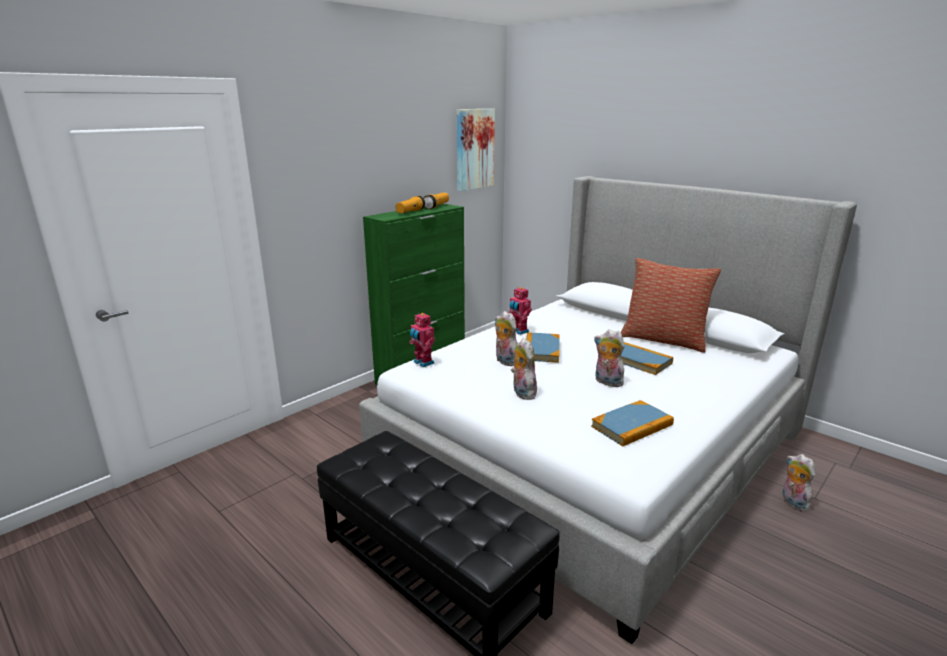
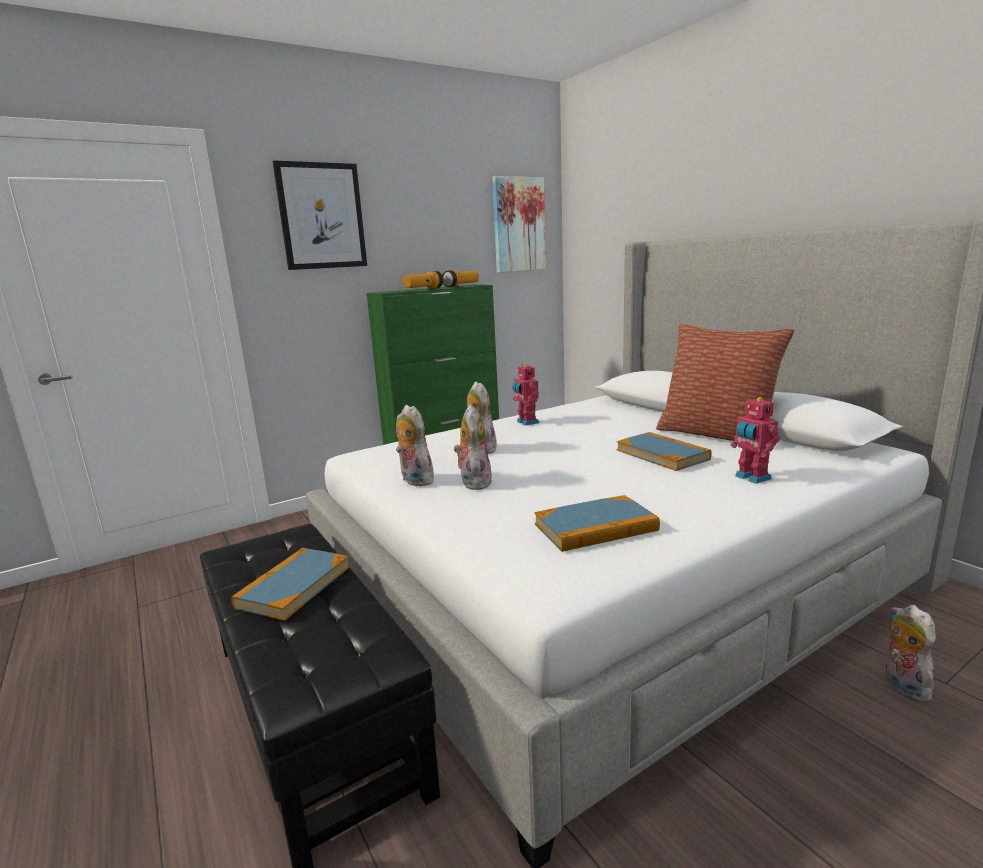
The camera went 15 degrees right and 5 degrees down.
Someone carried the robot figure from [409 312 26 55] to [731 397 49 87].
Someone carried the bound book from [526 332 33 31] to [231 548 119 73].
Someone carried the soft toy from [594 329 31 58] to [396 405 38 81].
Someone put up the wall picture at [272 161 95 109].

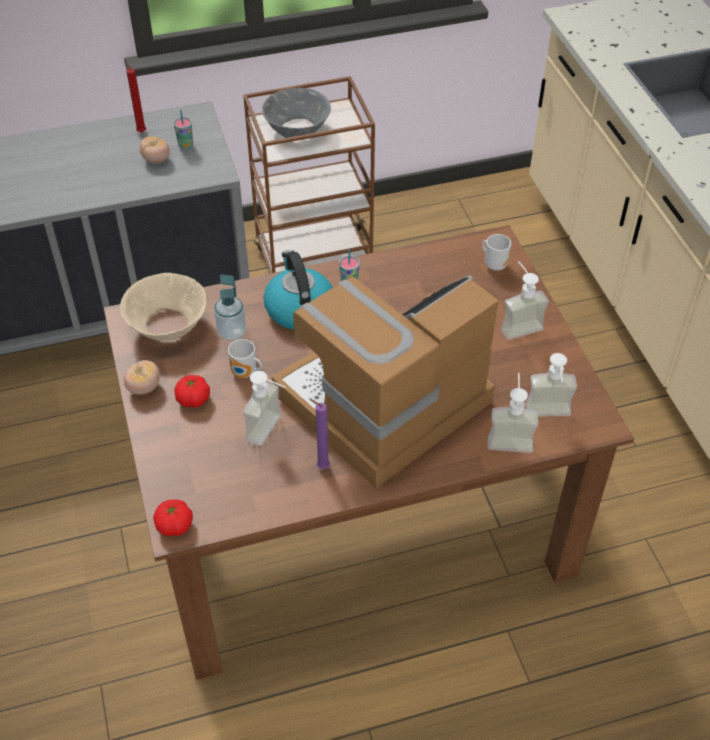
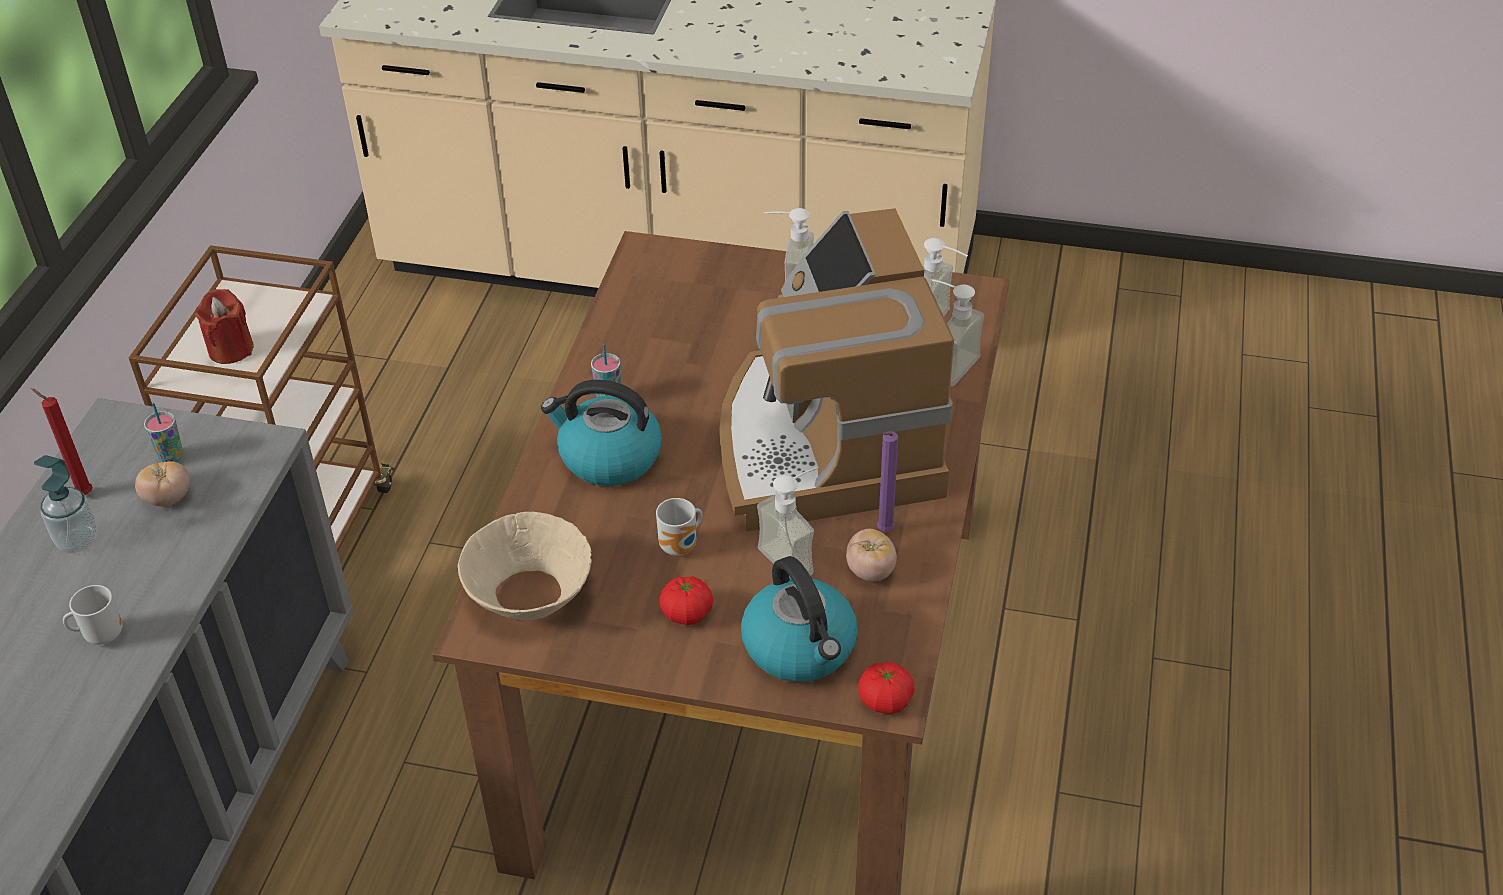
The camera went 60 degrees left and 5 degrees down.
Someone carried the fresh tomato from [124 360 36 35] to [846 529 51 53].
Someone carried the liquid soap bottle from [214 274 32 66] to [34 455 64 98].
Someone swapped the greyish bowl at [262 88 69 50] for the red-coloured wax candle at [195 289 59 75].
Someone carried the tea mug from [482 234 29 37] to [63 585 59 60].
Someone put down the tea kettle at [741 556 117 126].

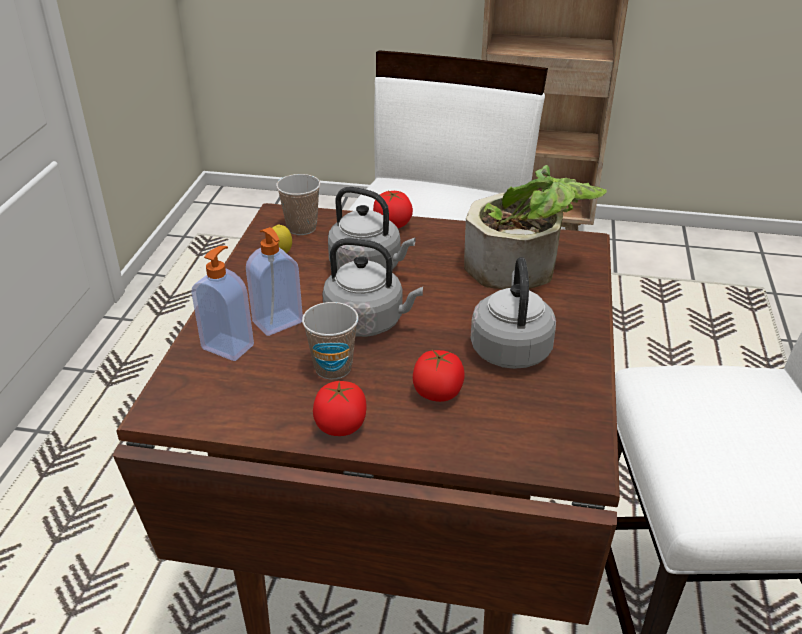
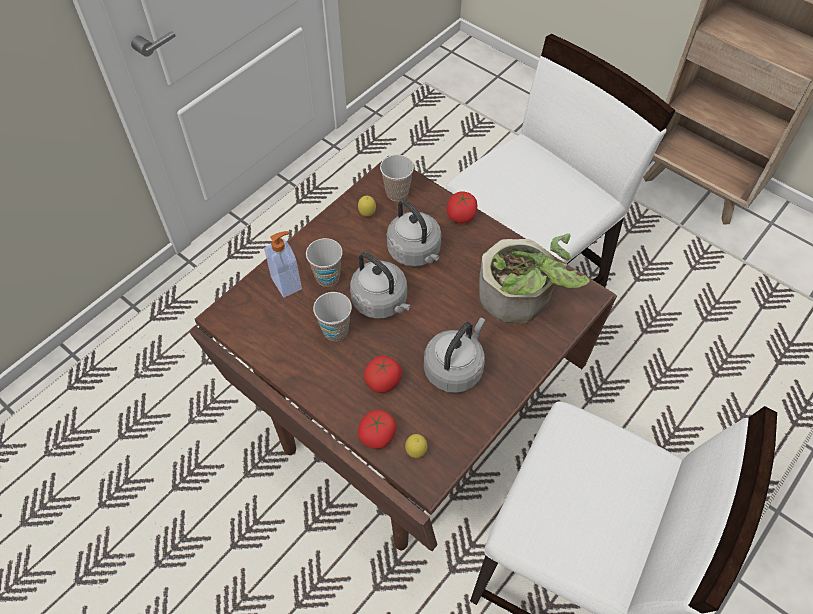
The camera went 30 degrees right and 20 degrees up.
Someone swapped the liquid soap bottle at [246 227 57 109] for the drinking cup at [306 238 37 49].
Someone carried the fresh tomato from [313 381 54 55] to [358 409 39 40].
Someone put down the lemon at [405 434 22 24].

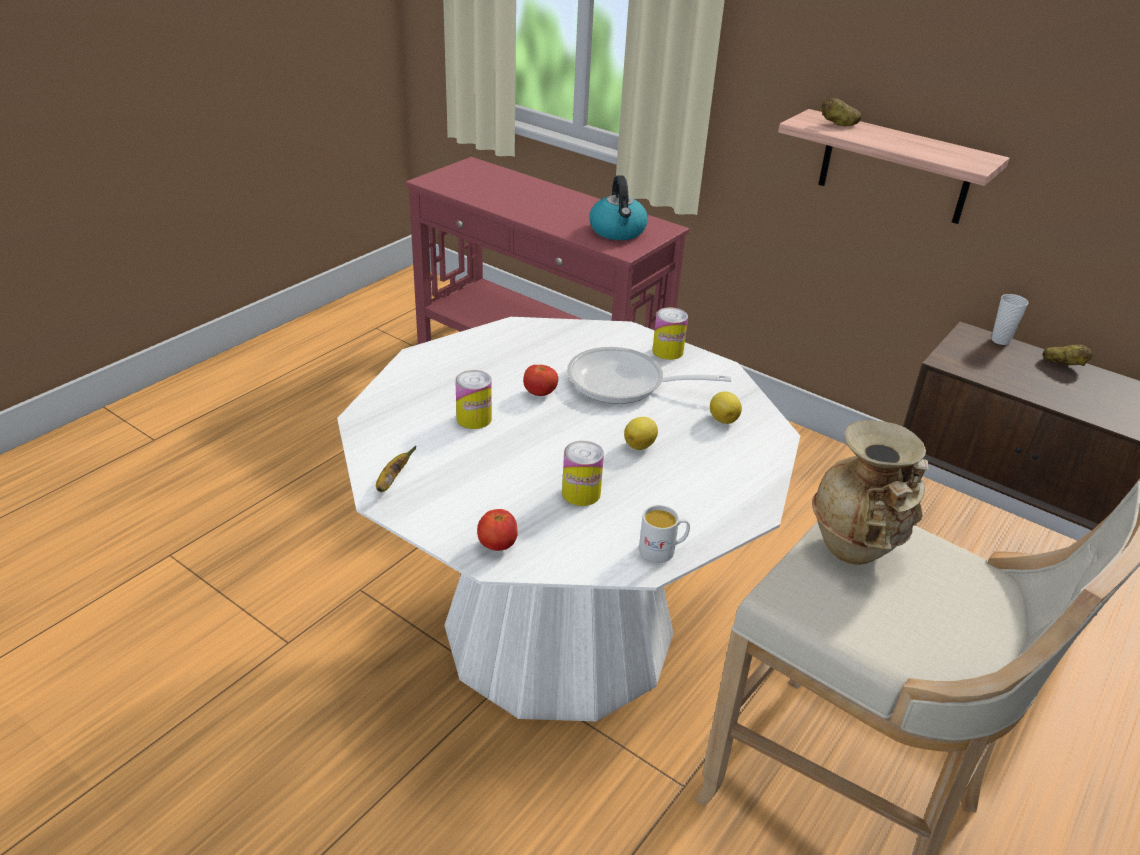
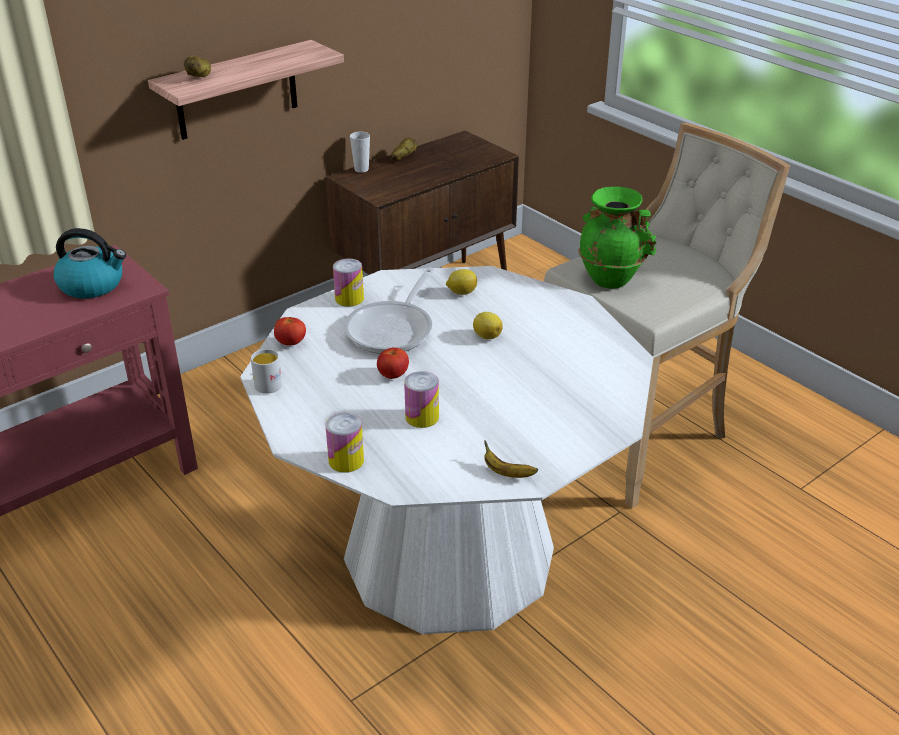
The camera went 75 degrees left and 0 degrees up.
Someone carried the fresh tomato from [477 509 41 42] to [274 317 32 28].
Someone carried the can from [562 441 42 65] to [325 413 39 60].
Someone carried the whitish tea mug from [639 505 51 58] to [251 349 31 45].
Someone repainted the sand-coloured flower vase at [812 420 117 145], which became the green-coloured flower vase at [578 187 78 102].

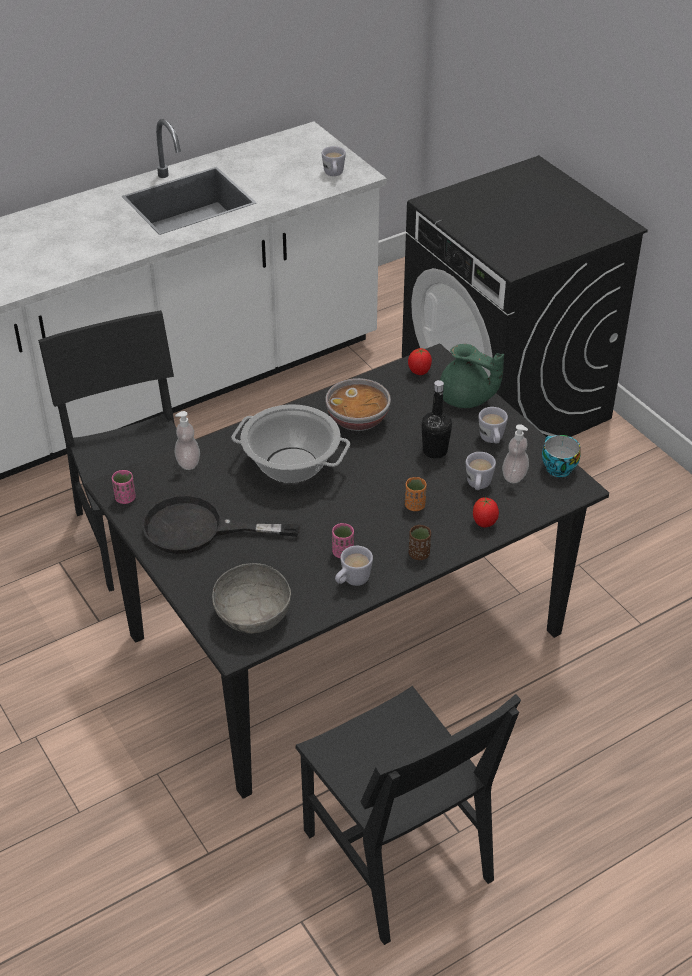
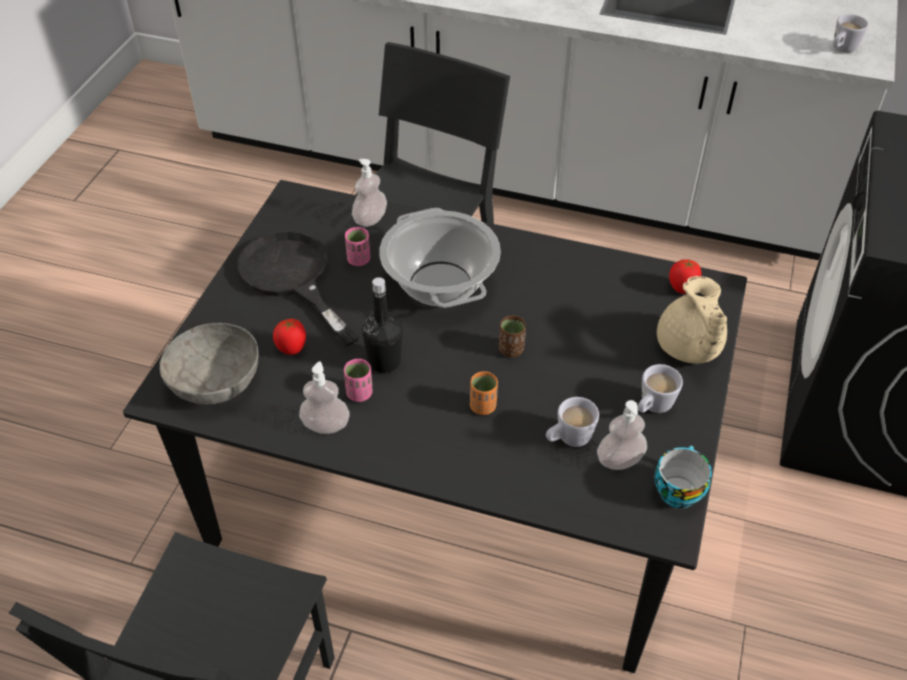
The camera went 50 degrees right and 5 degrees up.
Someone carried the pink drinking cup from [112 470 24 34] to [345 227 25 39].
Someone took away the bowl at [325 378 66 53].
Someone swapped the whitish tea mug at [335 546 38 40] for the liquid soap bottle at [299 362 51 72].
Someone carried the brown-coloured drinking cup from [409 525 22 35] to [499 315 27 42].
Someone carried the blackish bottle from [421 380 31 79] to [362 277 41 96].
Someone repainted the green-coloured teapot at [440 344 64 64], which became the sand-coloured teapot at [657 276 70 88].
Someone carried the fresh tomato from [473 497 26 30] to [273 319 33 36].

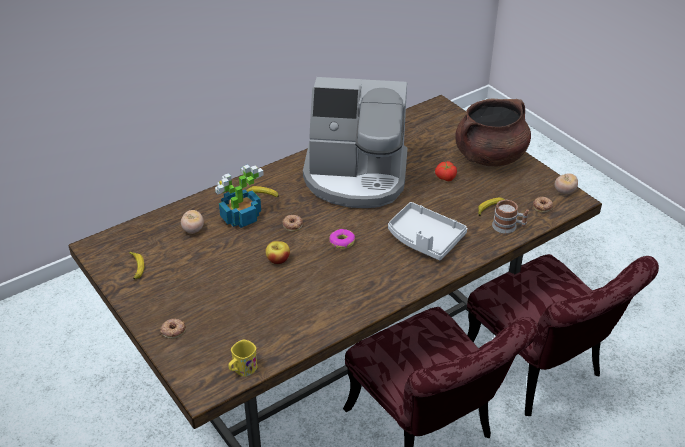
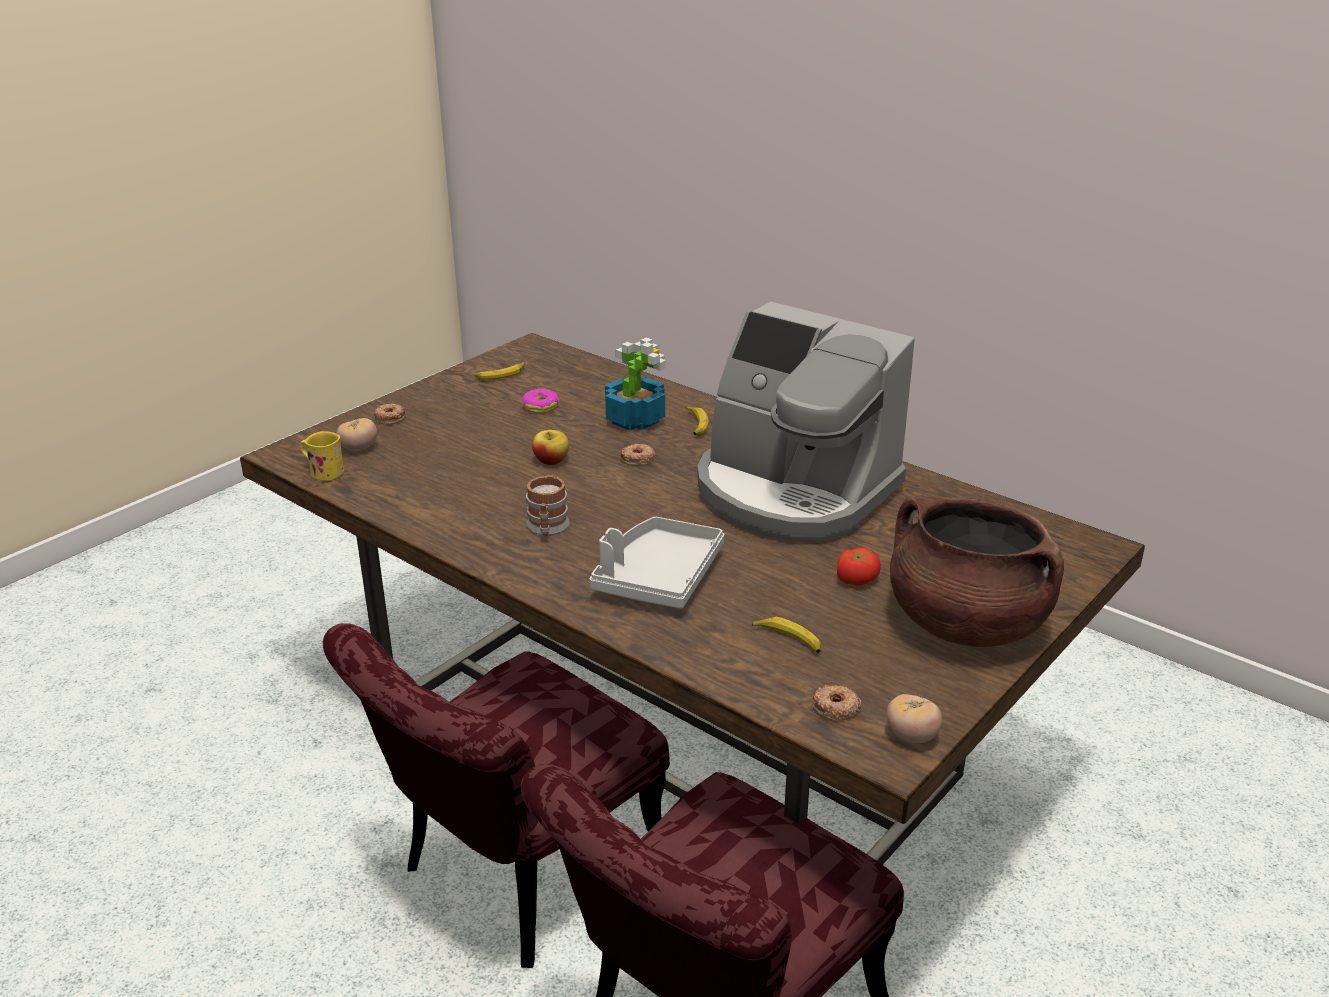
The camera went 75 degrees right and 10 degrees down.
Someone carried the fresh tomato from [181 210 23 24] to [336 418 41 33].
Someone rotated the coffee maker at [303 77 104 131] by 45 degrees counterclockwise.
Someone carried the ring doughnut from [329 229 26 20] to [522 388 37 25].
Someone carried the tea mug from [492 199 37 35] to [526 475 44 61].

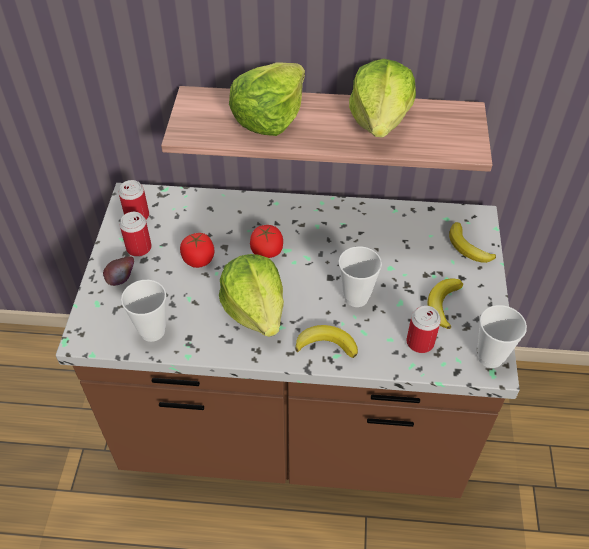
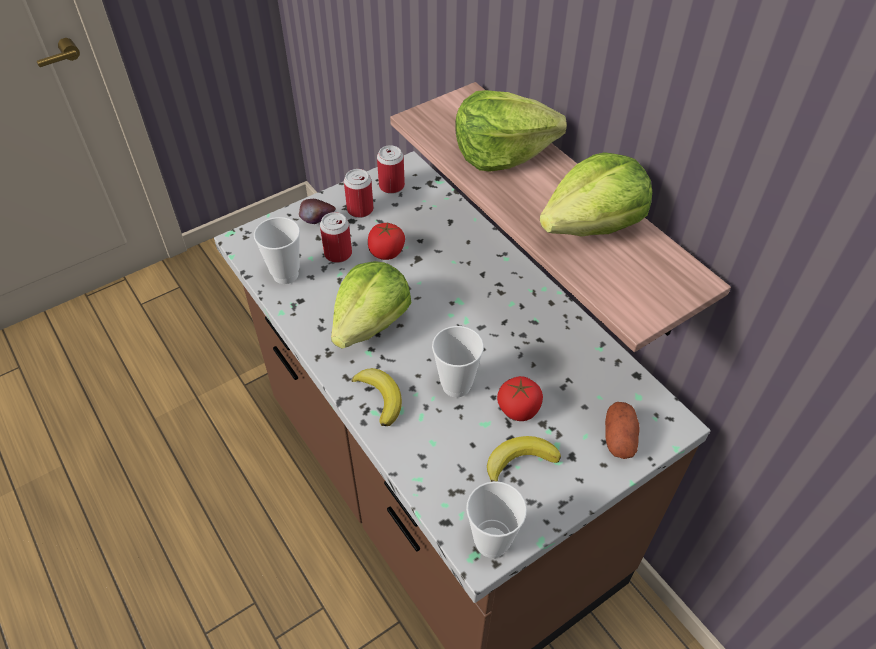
The camera went 50 degrees right and 0 degrees up.
Someone carried the fresh tomato from [250 225 33 33] to [497 376 46 45].
Someone carried the can from [407 305 34 48] to [320 212 32 51].
Someone swapped the banana at [449 222 47 41] for the spud at [605 402 35 57].

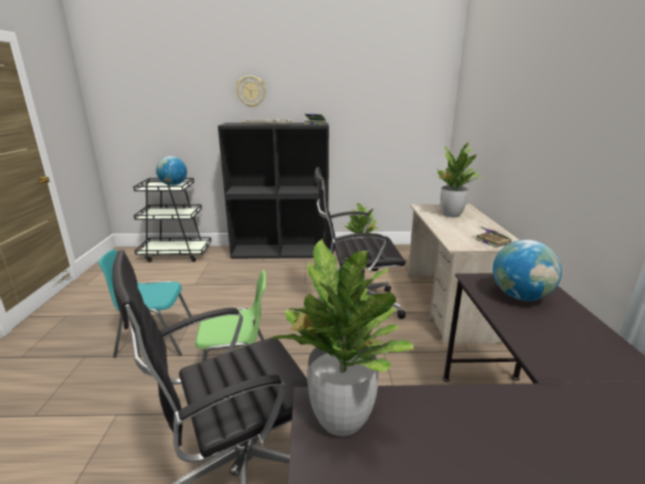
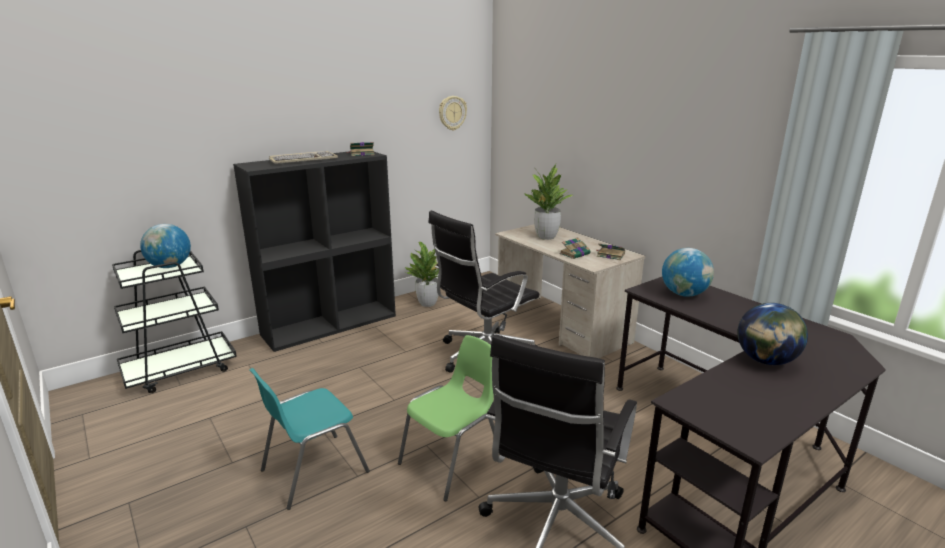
The camera went 35 degrees left and 0 degrees up.
Someone carried the clock on the wall from [236 76 30 31] to [439 96 28 35].
Someone took away the potted plant at [268 239 146 197].
Someone put down the bound book at [560 237 31 22].
Someone put down the desk globe at [737 303 71 62].

